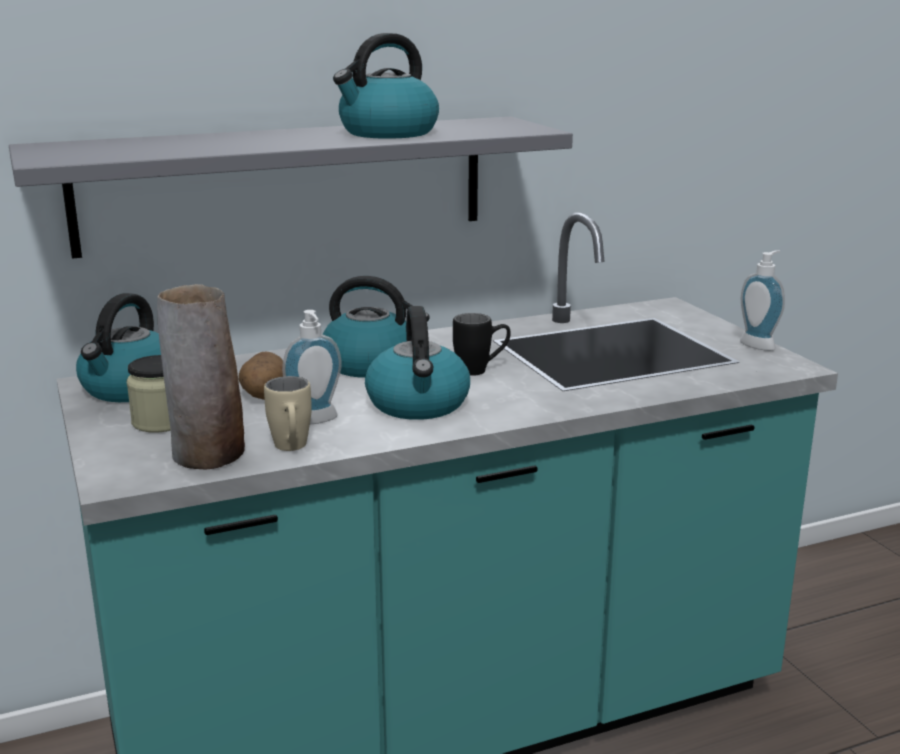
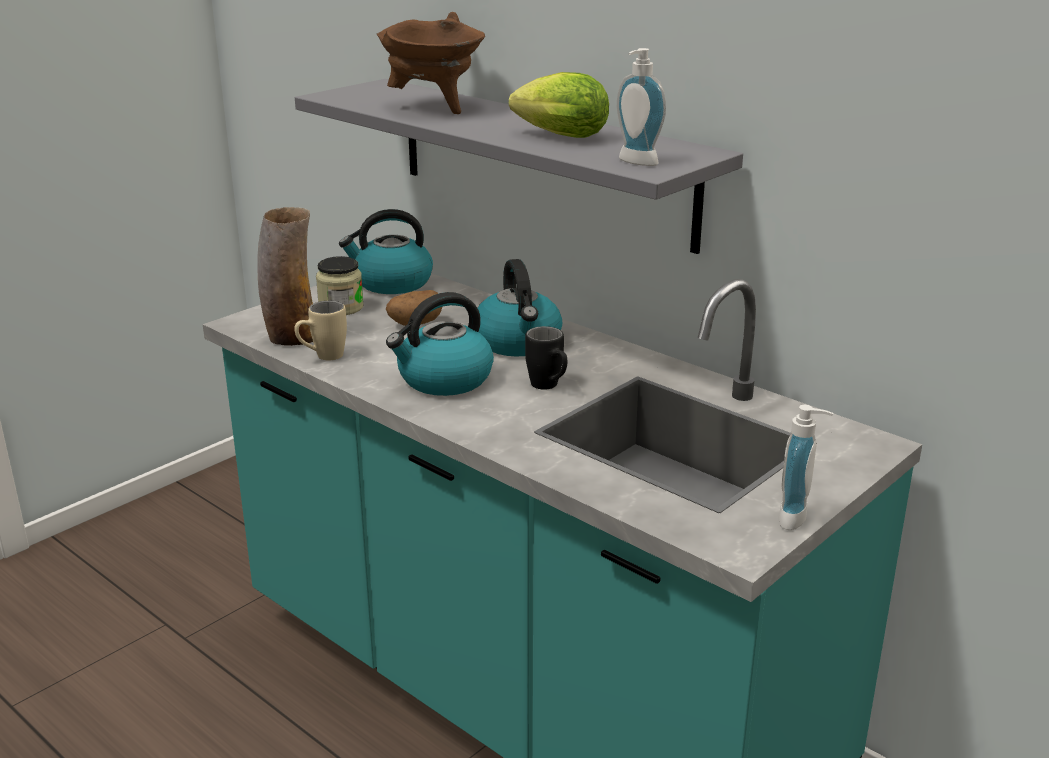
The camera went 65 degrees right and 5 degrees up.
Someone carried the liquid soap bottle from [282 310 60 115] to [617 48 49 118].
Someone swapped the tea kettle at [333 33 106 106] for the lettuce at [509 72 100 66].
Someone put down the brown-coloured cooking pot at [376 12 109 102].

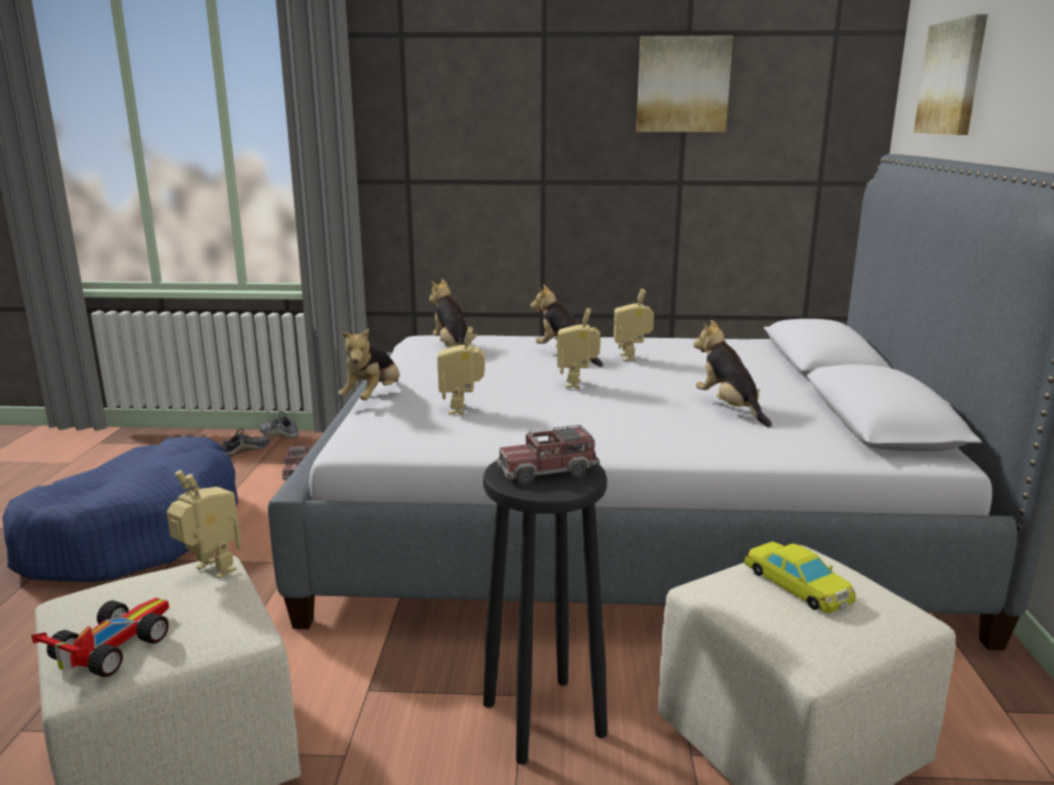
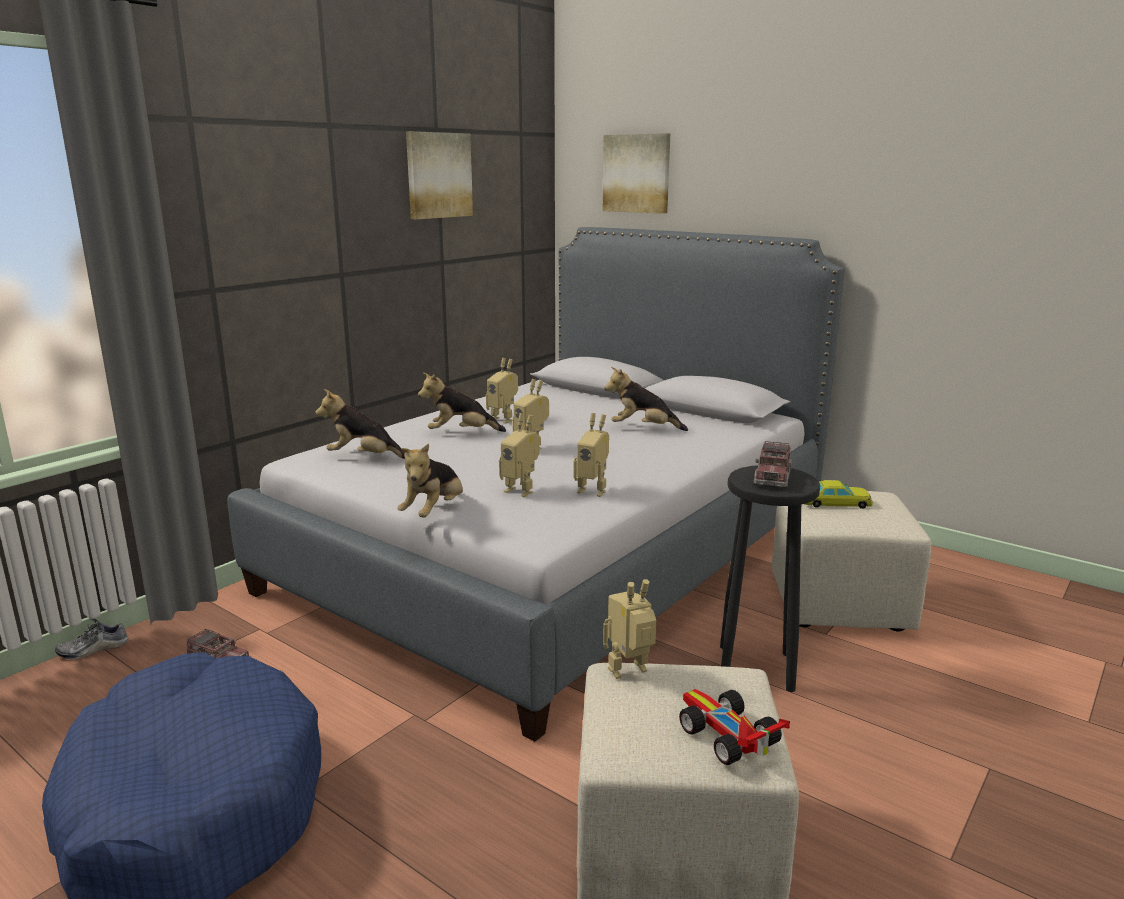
The camera went 55 degrees left and 0 degrees up.
Someone took away the low shoe at [222 428 48 29].
Someone rotated the soft toy at [338 328 62 72] by 60 degrees clockwise.
Someone put down the robot figure at [573 413 36 84].

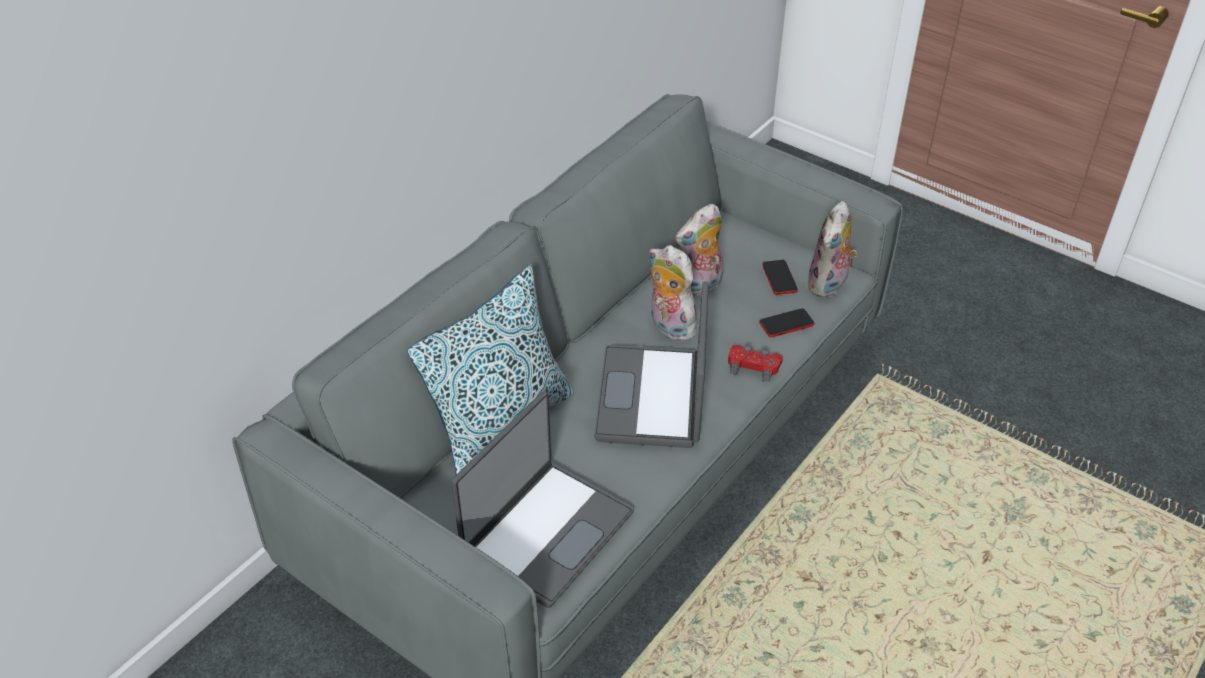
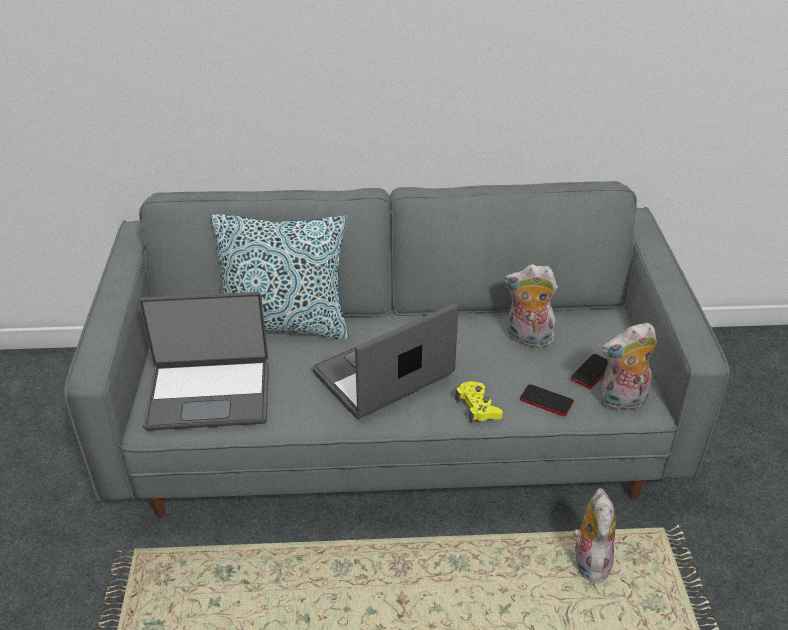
The camera went 50 degrees right and 5 degrees down.
Someone carried the soft toy from [648 245 50 96] to [573 488 43 96].
Someone repainted the red-coloured game controller at [728 345 55 37], which became the yellow game controller at [455 381 48 43].

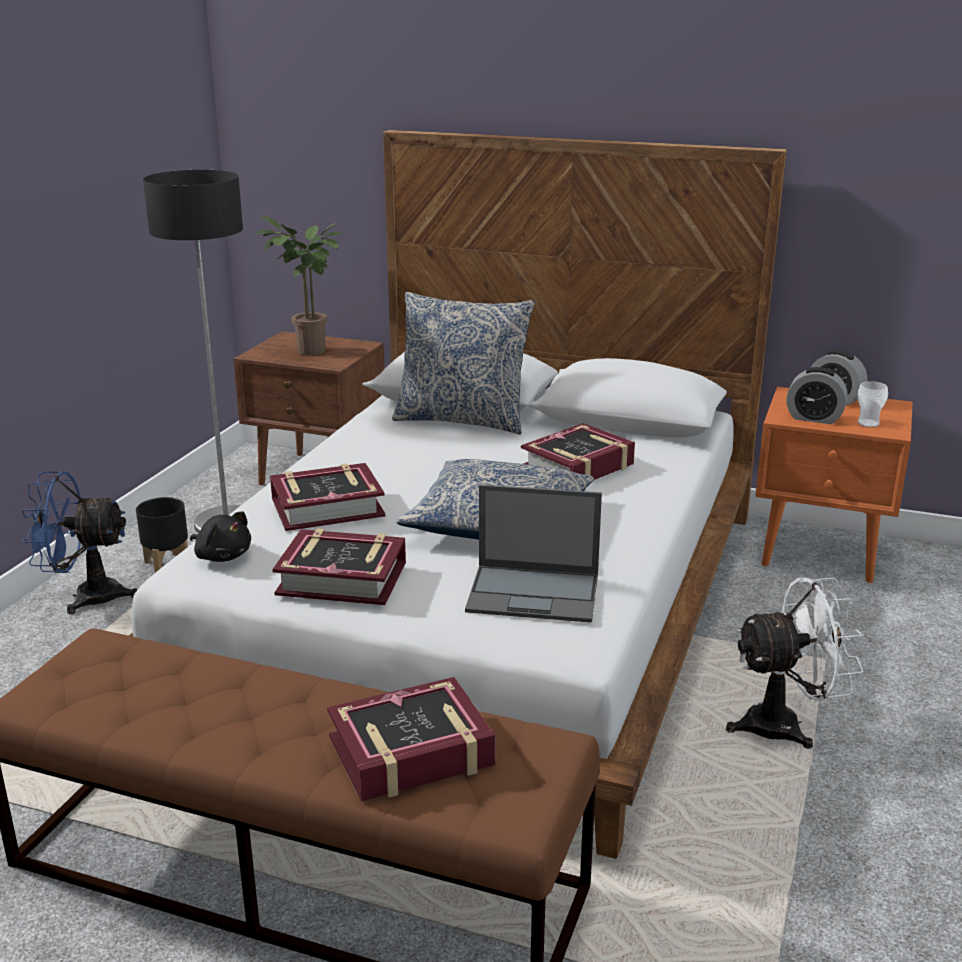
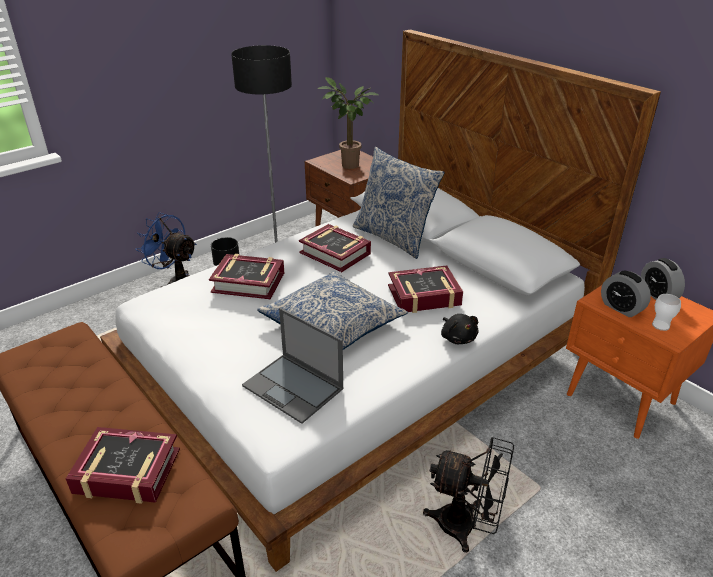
The camera went 30 degrees right and 10 degrees up.
Someone carried the blackish soft toy from [190 511 61 51] to [441 314 37 30].
Someone carried the bound book from [272 528 134 77] to [299 224 72 48].
Someone repainted the whitish electric fan at [726 577 138 172], which became the blackish electric fan at [423 437 91 116].

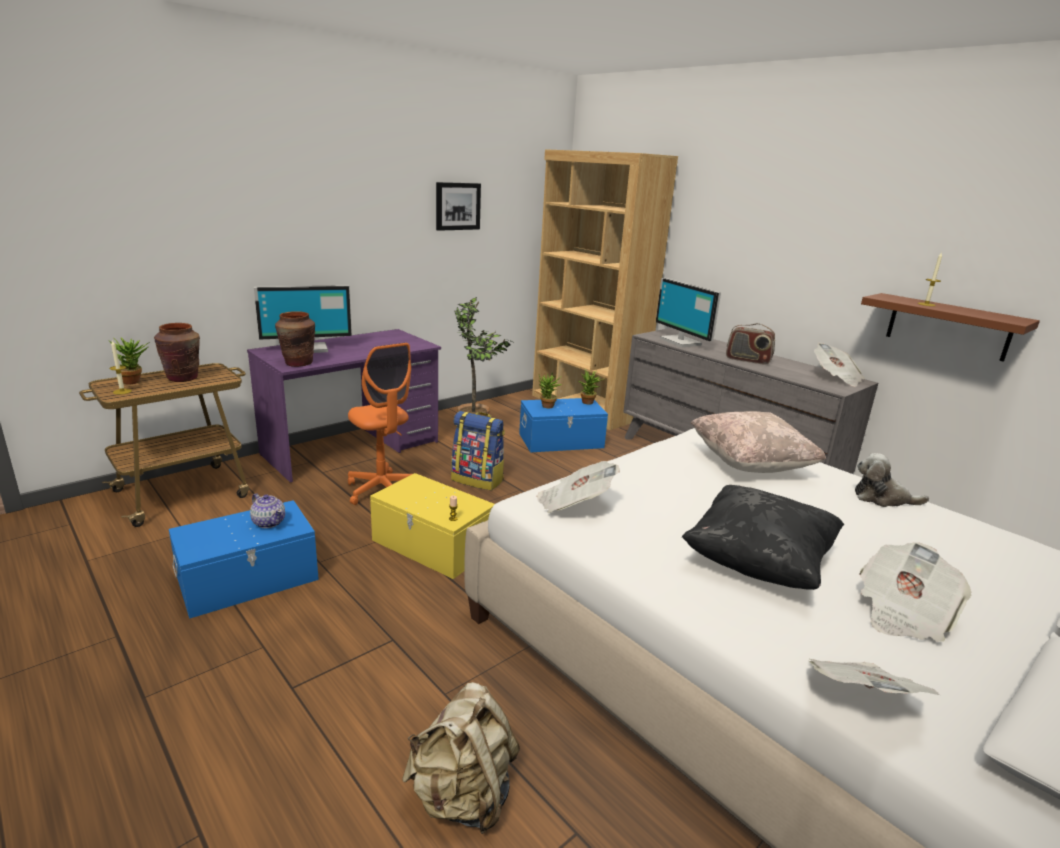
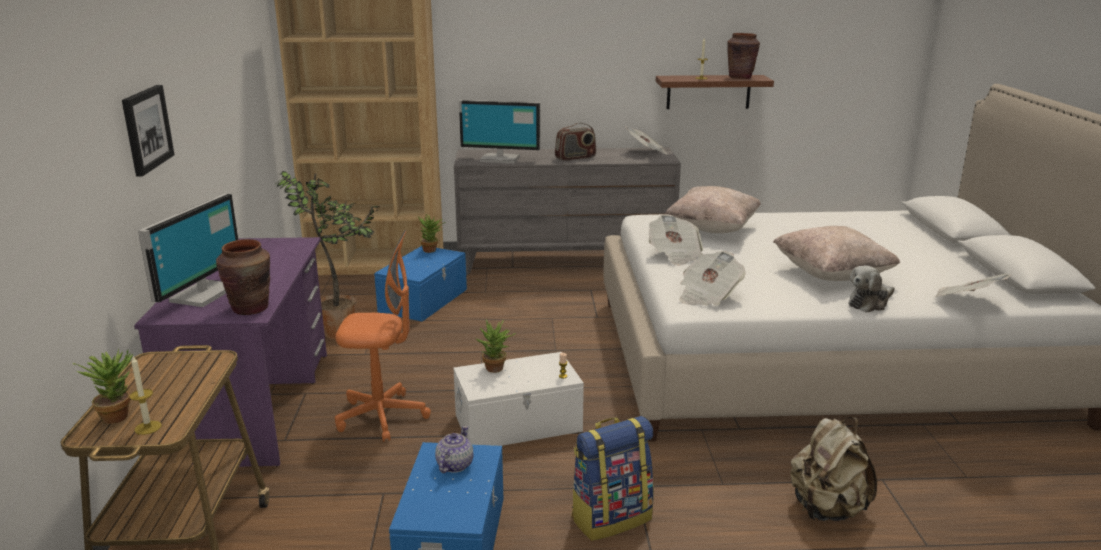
The camera went 50 degrees left and 0 degrees up.
Someone carried the brown-coloured flower vase from [154 323 46 59] to [727 33 33 46].
Someone rotated the teapot at [250 493 35 35] by 60 degrees counterclockwise.
Someone repainted the yellow storage bin at [370 473 125 106], which became the whitish storage bin at [453 352 131 94].
Someone carried the wall picture from [436 182 45 49] to [122 85 53 92].
Someone carried the rucksack from [451 411 54 80] to [571 416 83 125].
Someone carried the potted plant from [538 372 24 36] to [476 319 41 54].
Someone repainted the blackish cushion at [682 485 162 105], which became the sand-coloured cushion at [773 226 127 55].
Someone carried the soft toy from [855 453 74 54] to [848 265 47 48].
Someone carried the daily paper from [860 542 112 100] to [648 214 55 52].

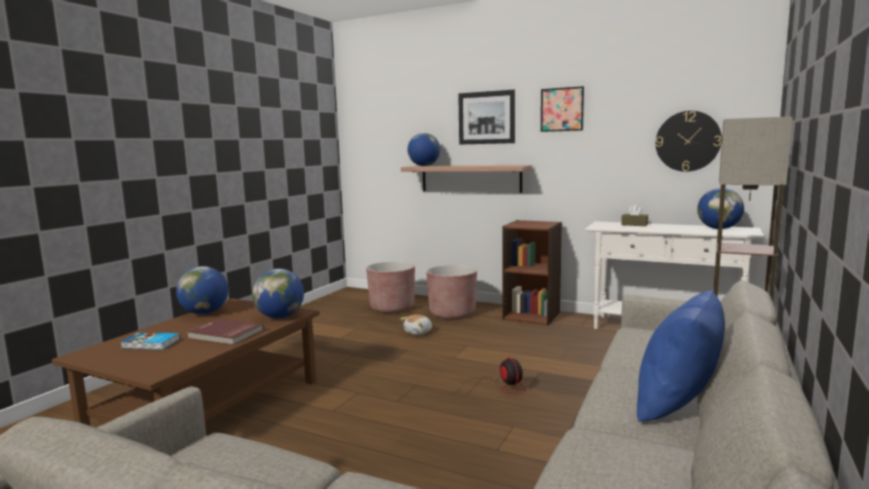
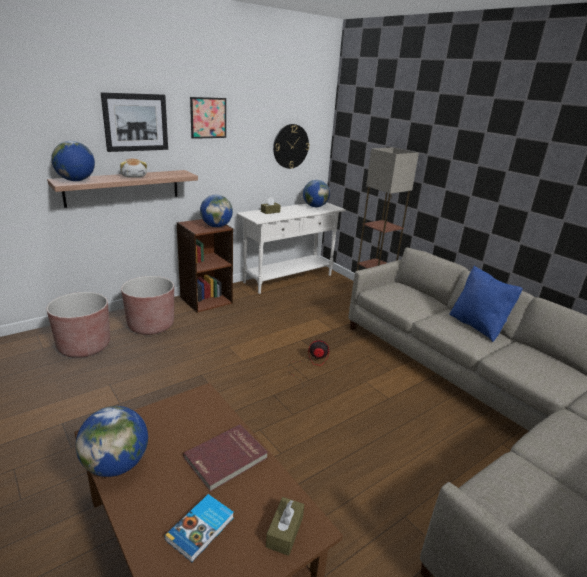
The camera went 65 degrees left and 15 degrees up.
Someone carried the desk globe from [252 269 52 50] to [200 195 33 32].
Someone carried the soft toy from [400 314 32 21] to [120 159 27 19].
Someone put down the brown-coloured box of tissues at [266 497 38 59].

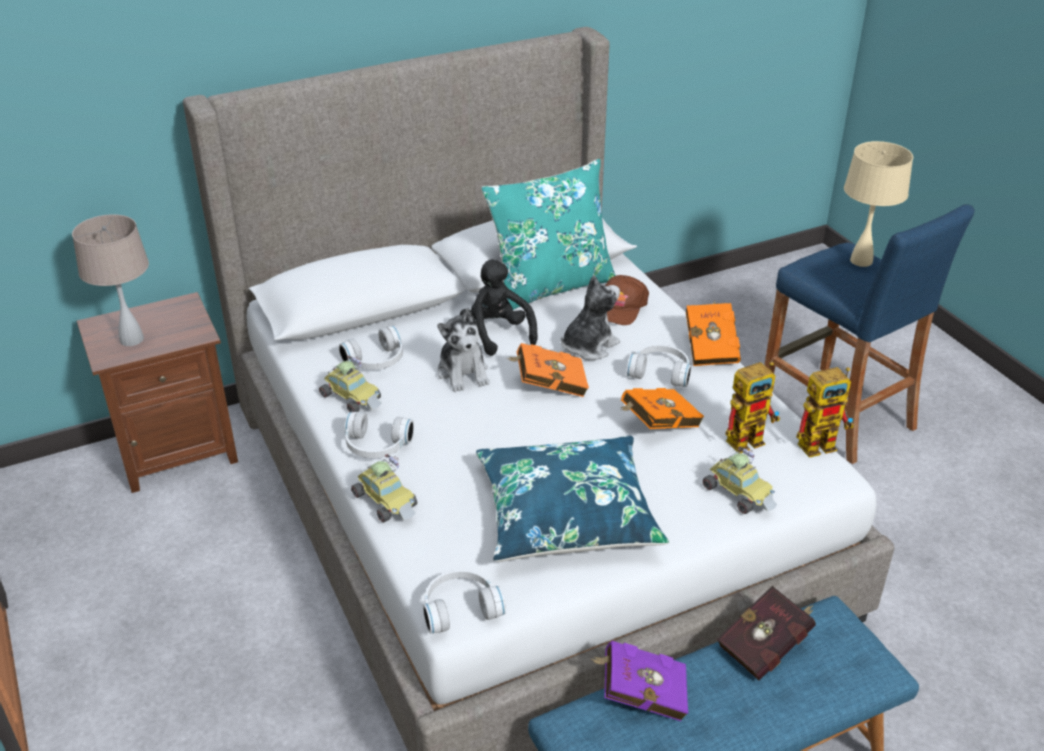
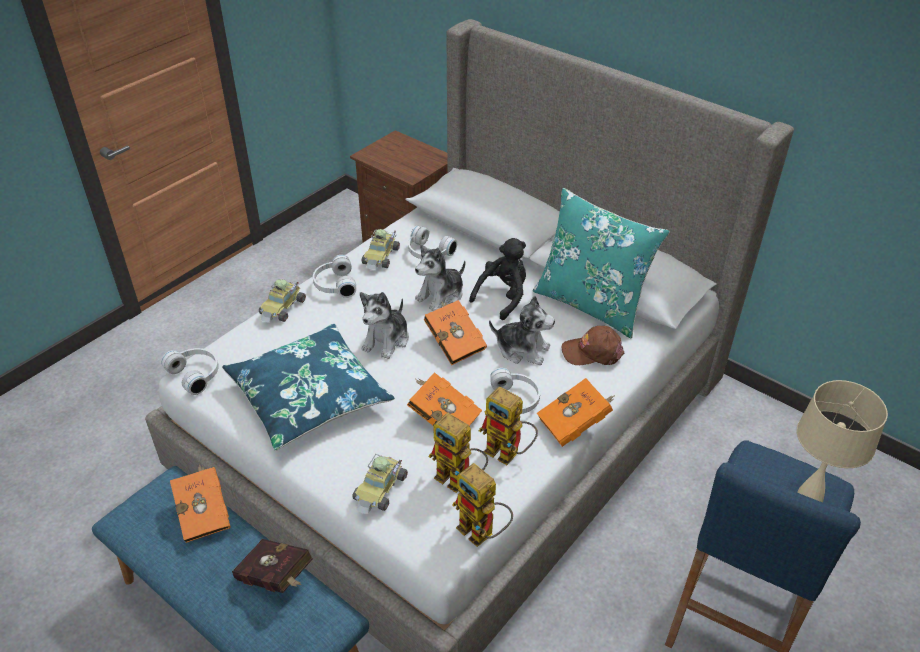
The camera went 65 degrees right and 5 degrees up.
Someone took away the sand-coloured table lamp at [72 214 77 132].
Someone repainted the purple bound book at [591 641 97 80], which became the orangey bound book at [170 464 61 79].
Someone put down the soft toy at [360 292 49 67].
Someone put down the robot figure at [479 387 59 78].

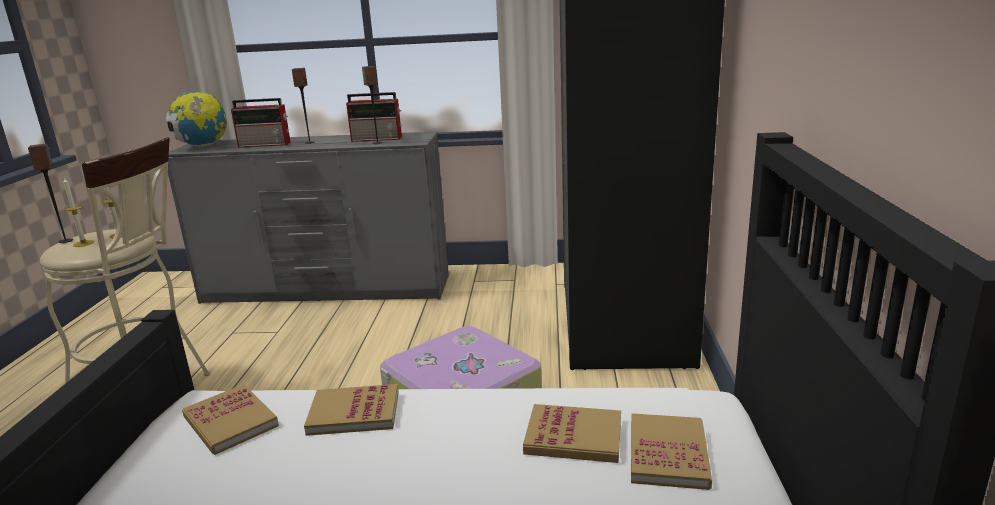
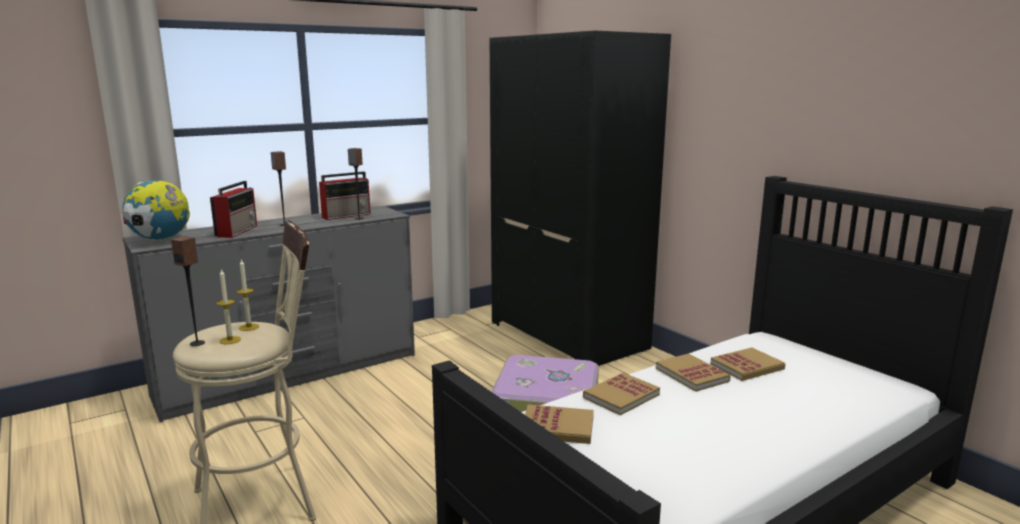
The camera went 40 degrees left and 5 degrees down.
Someone rotated the radio at [231 98 59 50] by 45 degrees counterclockwise.
Someone carried the bound book from [631 413 81 77] to [656 353 75 39].

